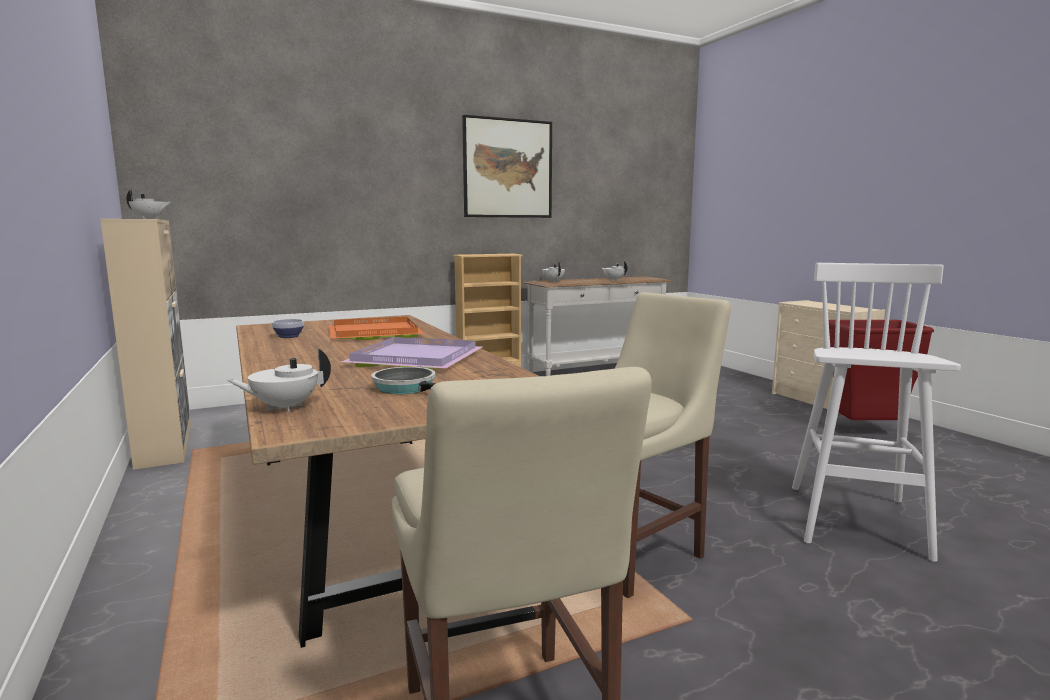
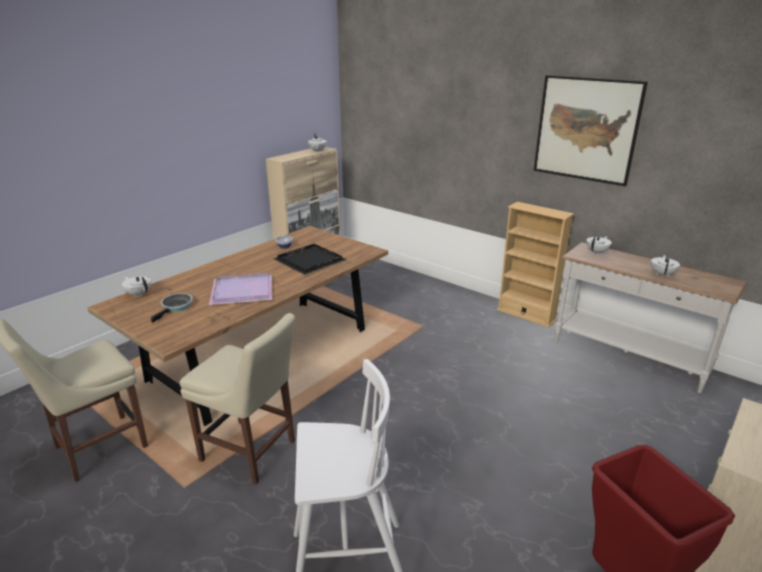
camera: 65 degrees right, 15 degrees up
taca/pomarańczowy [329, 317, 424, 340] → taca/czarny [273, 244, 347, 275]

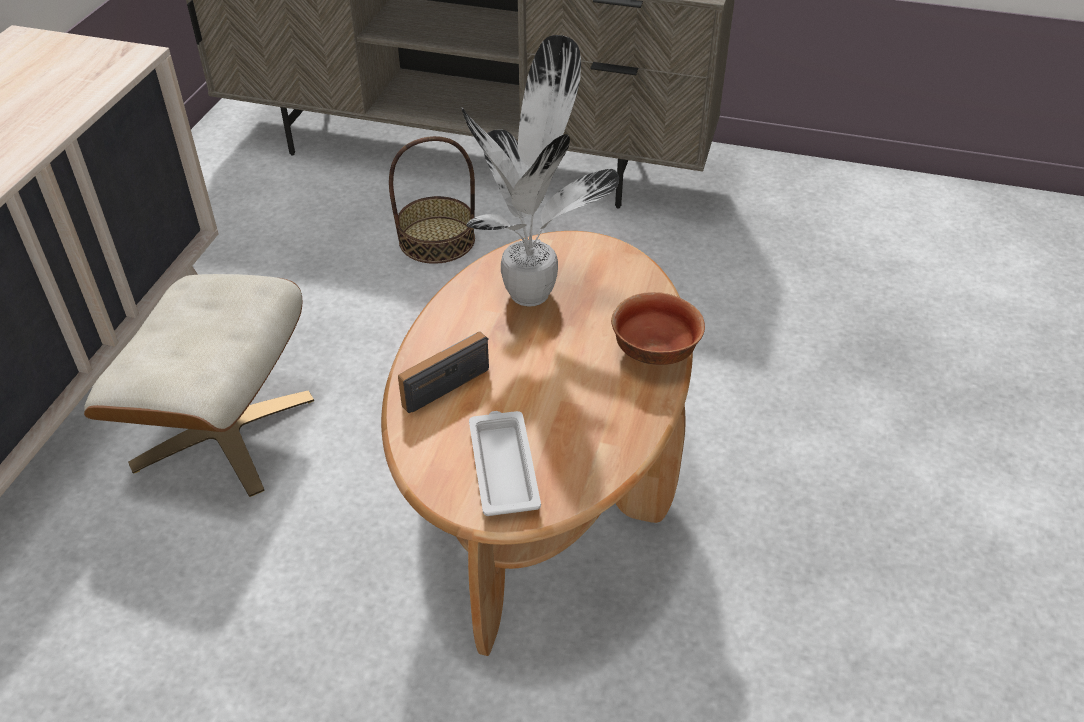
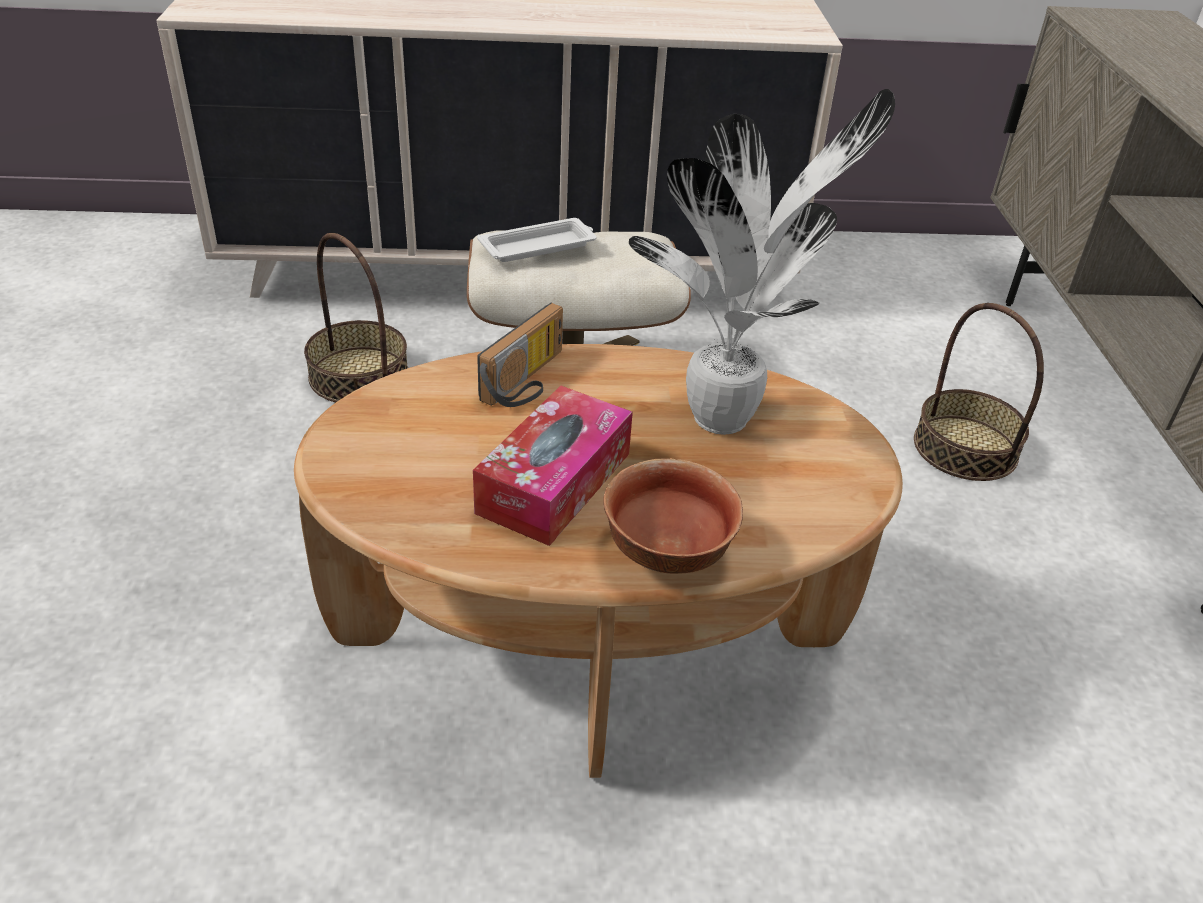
camera: 70 degrees right, 5 degrees down
radio [398, 332, 489, 413] → radio [477, 303, 563, 407], 90 degrees clockwise
taca/biały [469, 411, 541, 516] → taca/biały [477, 218, 596, 262], relocated
- → koszyk [304, 233, 408, 402]
- → pudełko chusteczek [473, 385, 633, 546]

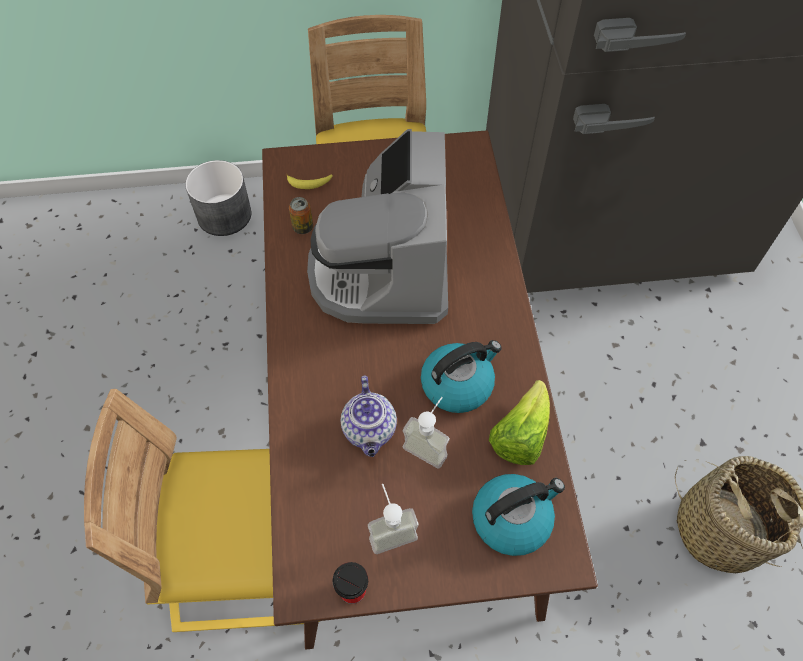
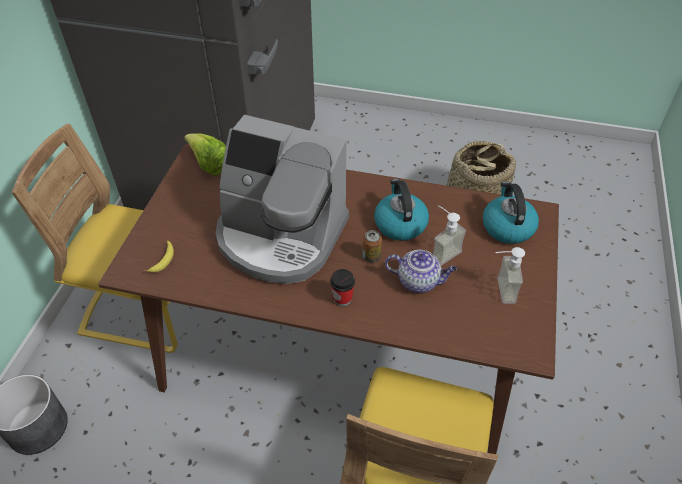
camera: 70 degrees left, 10 degrees down
puszka [289, 197, 313, 234] → puszka [362, 230, 382, 263], relocated
sałata [489, 380, 550, 465] → sałata [184, 133, 226, 176], relocated
filiżanka [333, 562, 368, 604] → filiżanka [330, 269, 355, 306], relocated

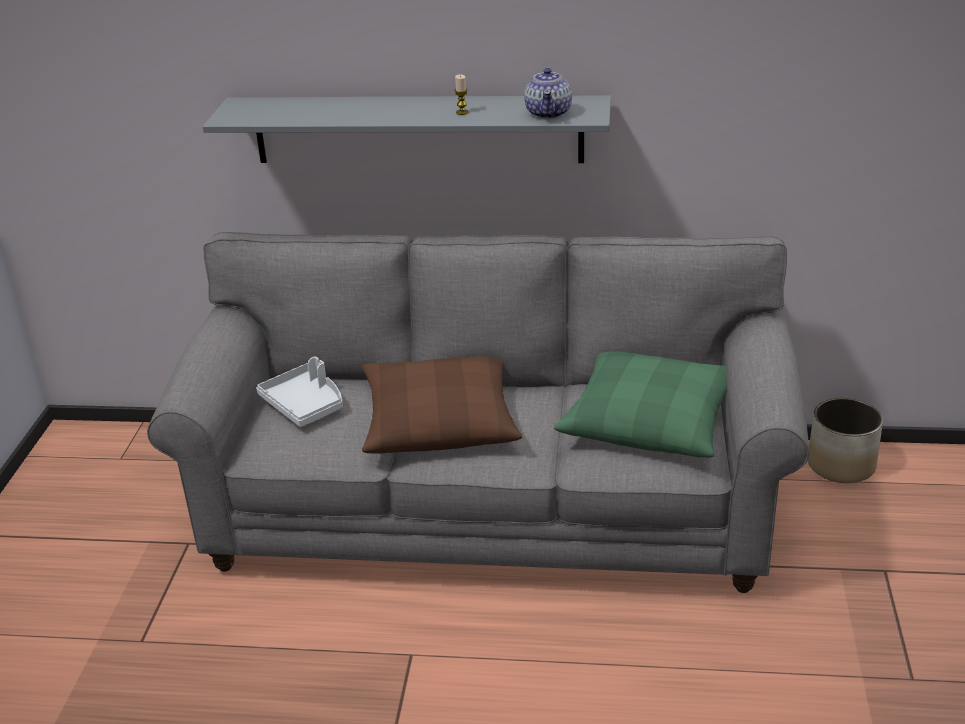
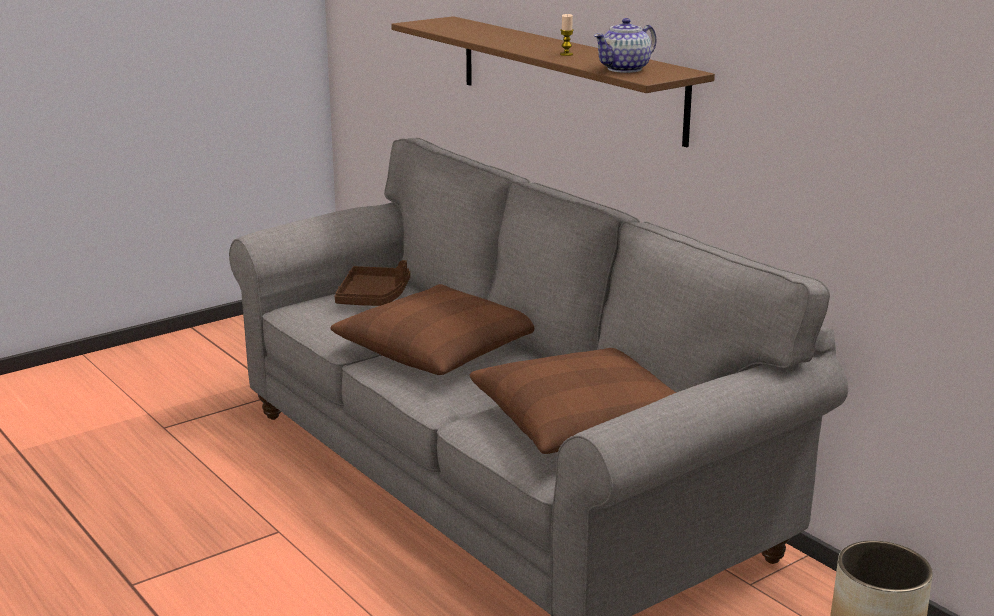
camera: 45 degrees right, 10 degrees down
półka/szary [203, 95, 611, 163] → półka/brązowy [391, 16, 715, 147]
poduszka/zielony [554, 351, 727, 458] → poduszka/brązowy [470, 348, 676, 454]
taca/biały [256, 357, 343, 427] → taca/brązowy [335, 260, 410, 306]

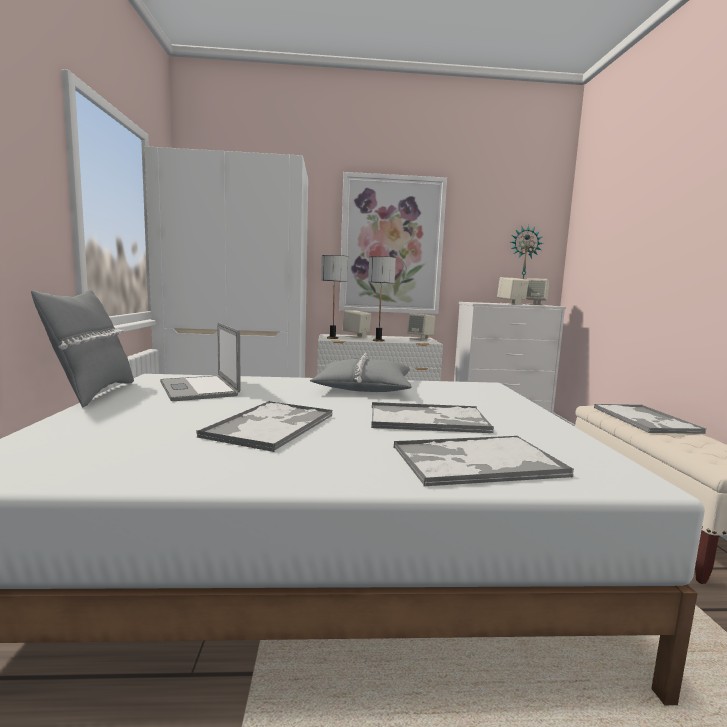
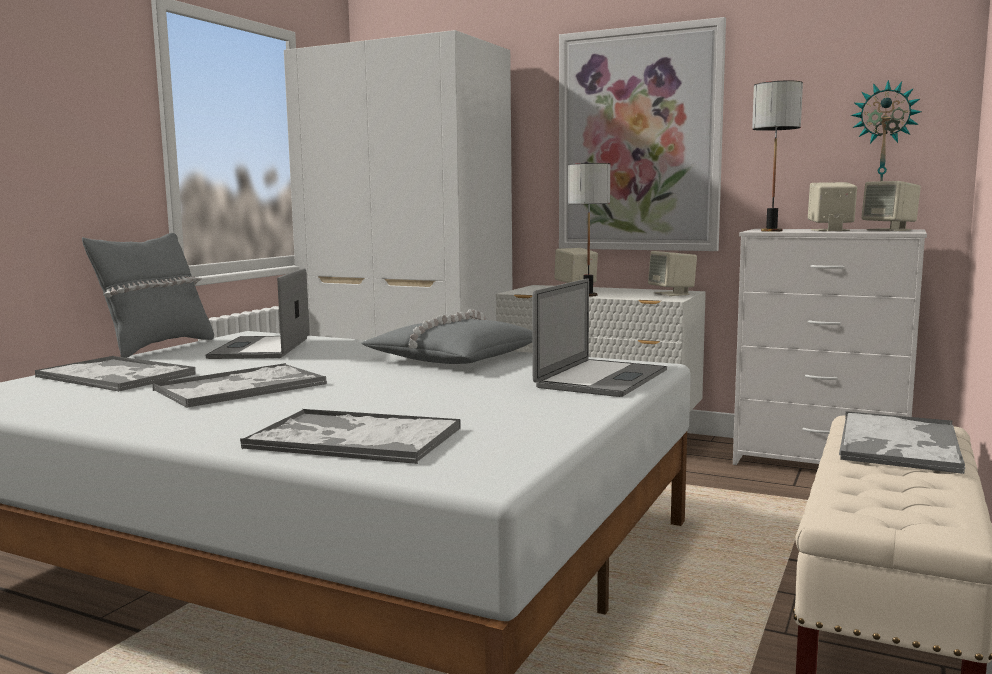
camera: 30 degrees right, 0 degrees up
lampa stołowa [321, 255, 348, 339] → lampa stołowa [752, 81, 803, 232], relocated
taca [371, 402, 494, 433] → taca [35, 356, 196, 392], relocated
- → laptop [532, 278, 667, 397]

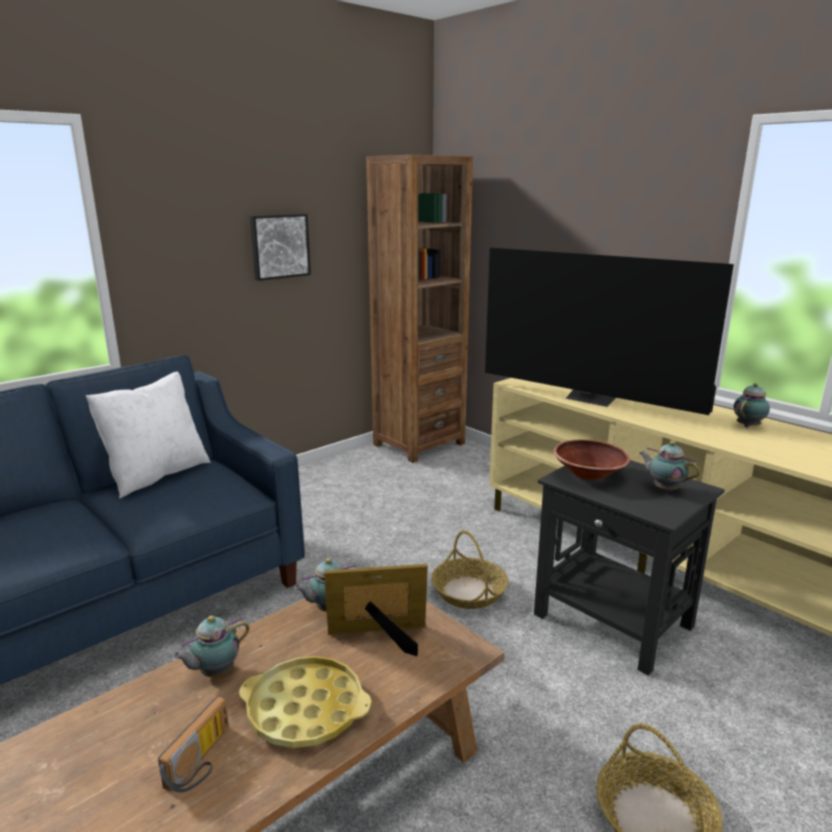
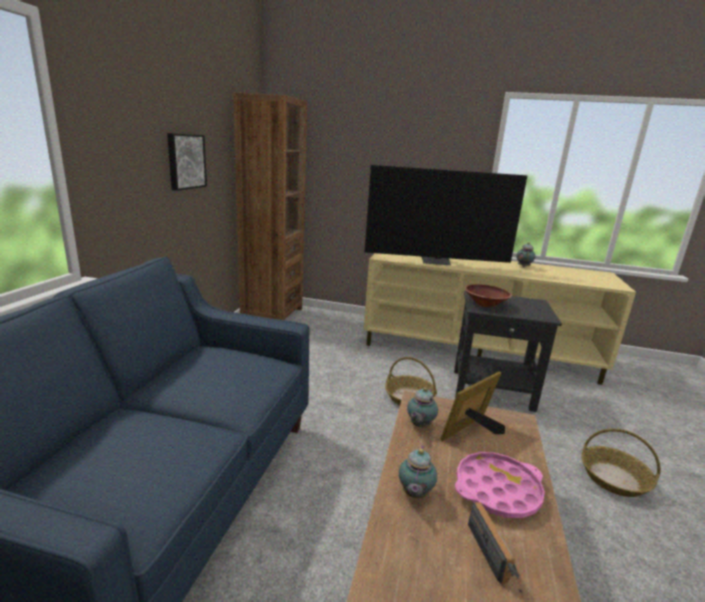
camera: 35 degrees left, 0 degrees up
poduszka/biały [86, 372, 210, 498] → -
imbryk [639, 441, 700, 491] → -
taca/żółty [239, 656, 372, 748] → taca/różowy [455, 452, 545, 518]

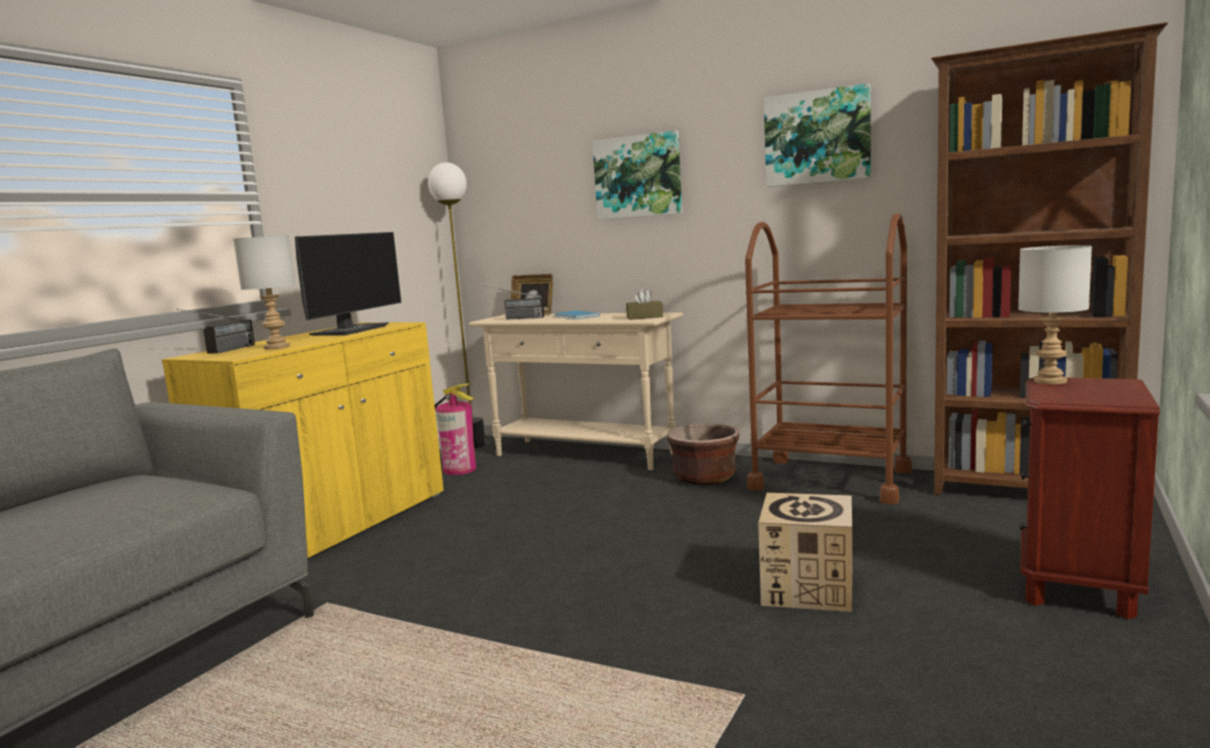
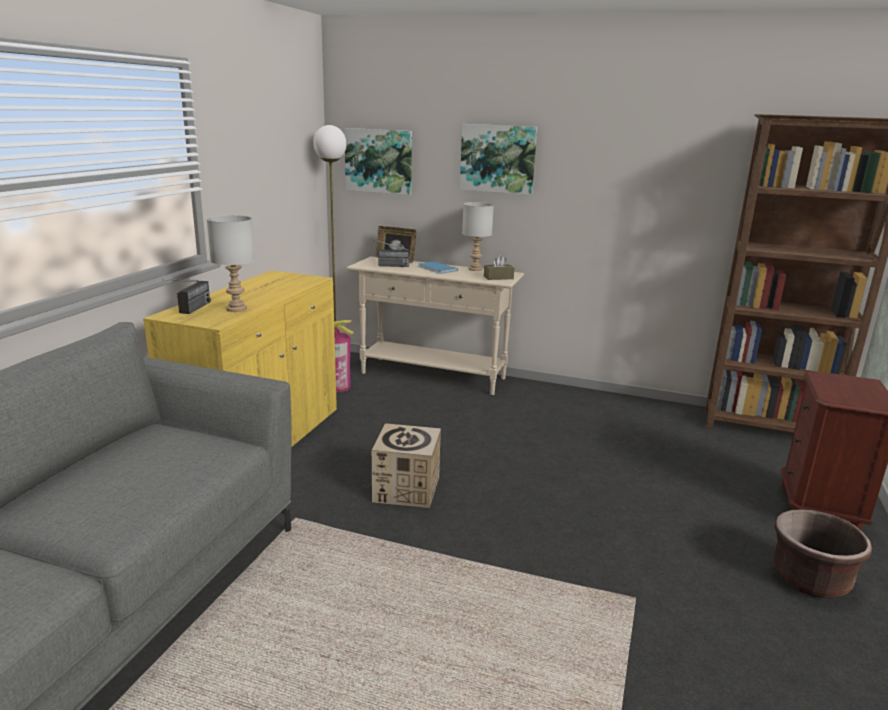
camera: 10 degrees left, 10 degrees up
obraz [764, 83, 871, 187] → obraz [344, 128, 412, 195], relocated
wózek/brązowy [745, 213, 912, 504] → -
monitor [295, 232, 401, 336] → -
lampa stołowa/szary [1018, 245, 1092, 385] → lampa stołowa/szary [462, 202, 494, 271], relocated
donica/brązowy [667, 424, 739, 485] → donica/brązowy [773, 509, 872, 598], relocated
karton [758, 493, 852, 612] → karton [372, 423, 441, 508], relocated

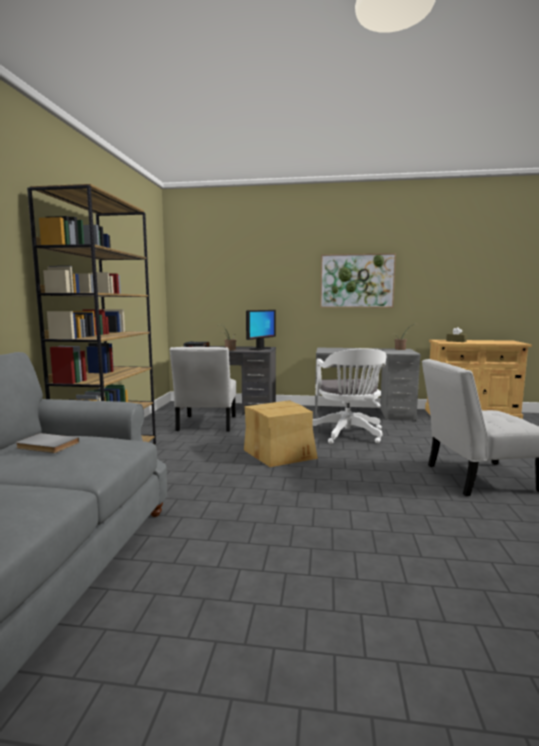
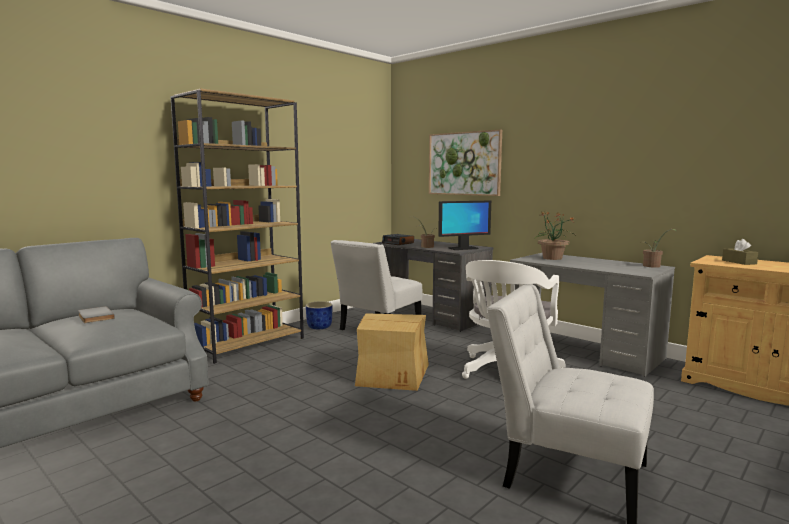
camera: 35 degrees right, 0 degrees up
obraz [320, 253, 396, 308] → obraz [429, 130, 502, 196], relocated
- → roślina doniczkowa [535, 211, 576, 260]
- → donica/niebieski [306, 301, 332, 329]

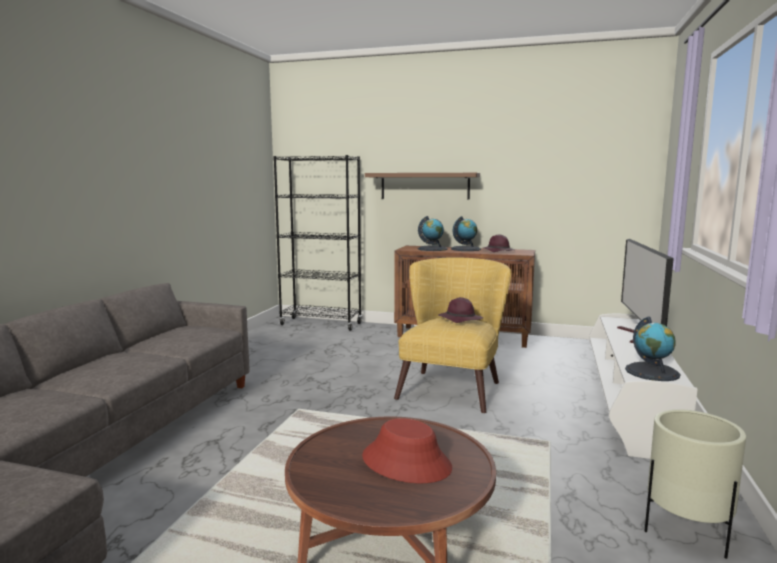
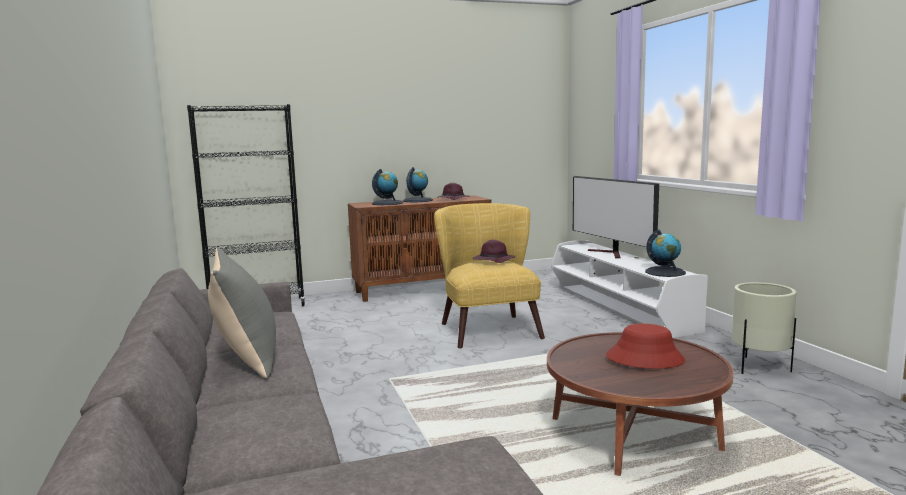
camera: 35 degrees left, 0 degrees up
półka/brązowy [365, 173, 480, 199] → -
- → poduszka/szary [208, 247, 276, 378]

